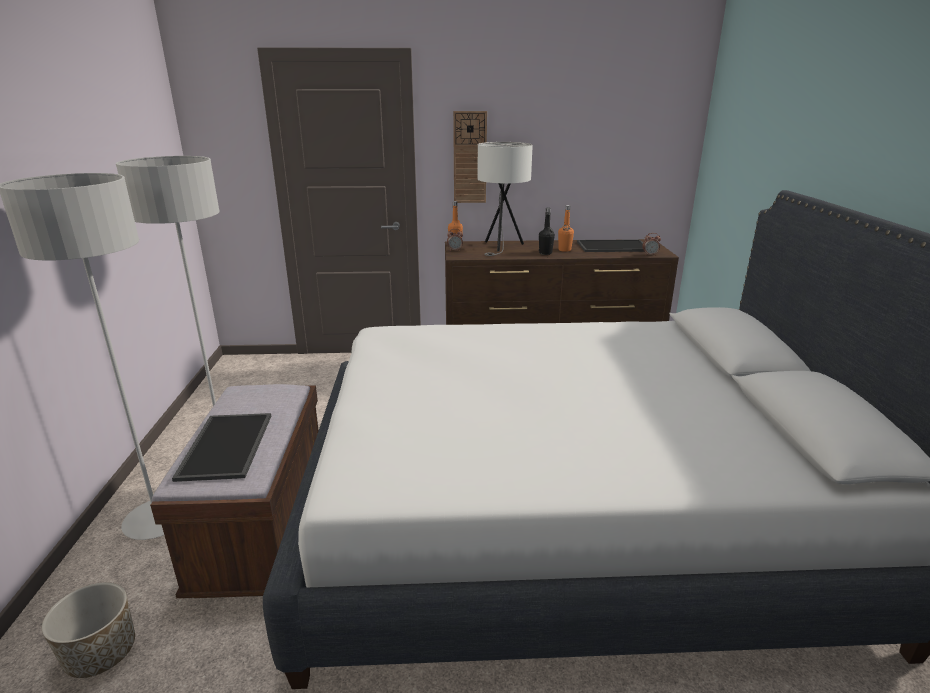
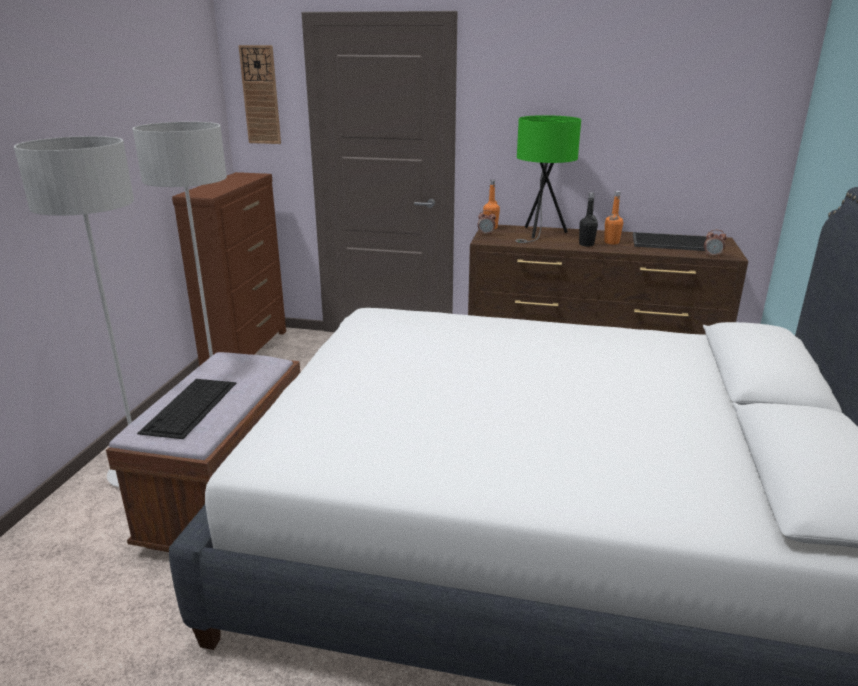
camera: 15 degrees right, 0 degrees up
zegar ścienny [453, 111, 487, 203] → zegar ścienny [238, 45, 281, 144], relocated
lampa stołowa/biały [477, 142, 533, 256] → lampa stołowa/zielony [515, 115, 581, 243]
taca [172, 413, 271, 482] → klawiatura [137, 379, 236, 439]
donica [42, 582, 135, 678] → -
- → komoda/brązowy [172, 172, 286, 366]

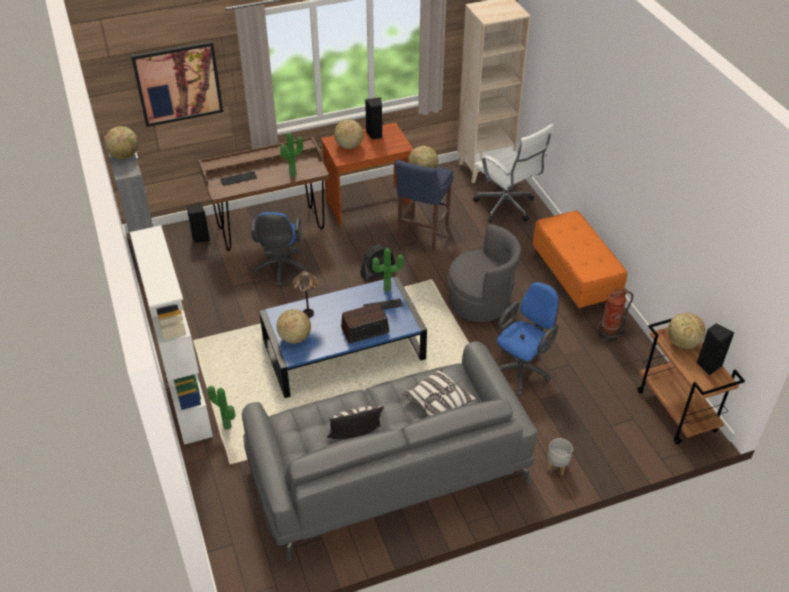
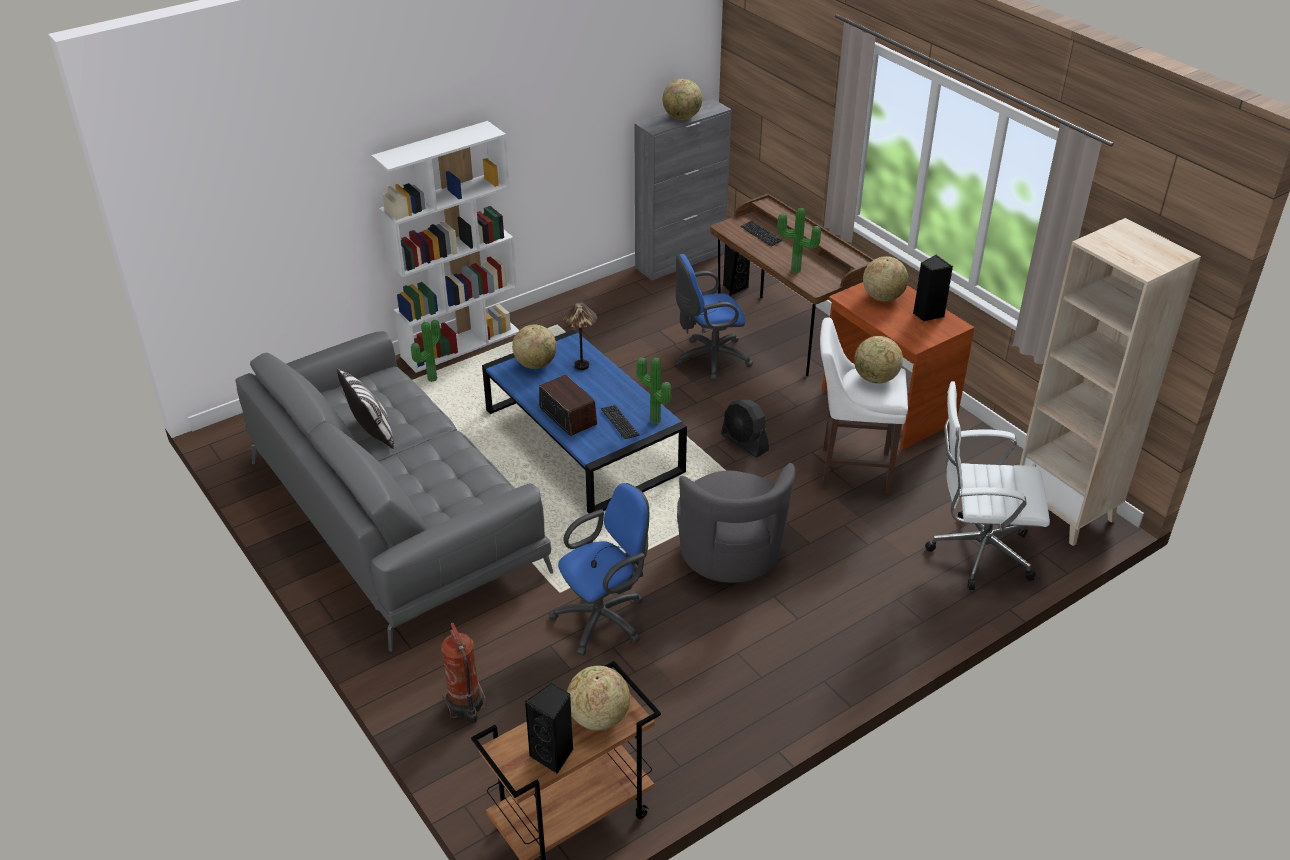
camera: 75 degrees right, 5 degrees down
obraz [131, 41, 223, 127] → -
krzesło biurowe/biały [473, 124, 553, 223] → krzesło biurowe/biały [925, 381, 1050, 590], 60 degrees clockwise
stołek/niebieski [395, 160, 454, 250] → stołek/biały [820, 317, 908, 494]
ławka/pomarańczowy [533, 211, 627, 317] → -
krzesło biurowe/niebieski [497, 282, 559, 396] → krzesło biurowe/niebieski [549, 483, 649, 656], 60 degrees counterclockwise
gaśnica [597, 288, 633, 342] → gaśnica [441, 623, 487, 724], relocated
poduszka [402, 368, 476, 417] → -
donica/szary [547, 438, 573, 475] → -

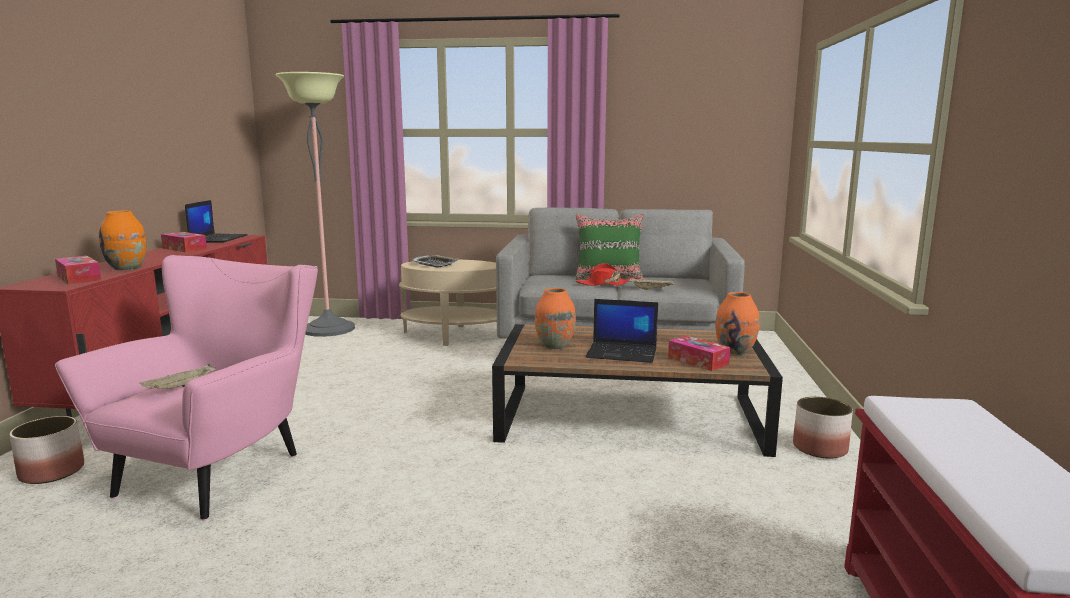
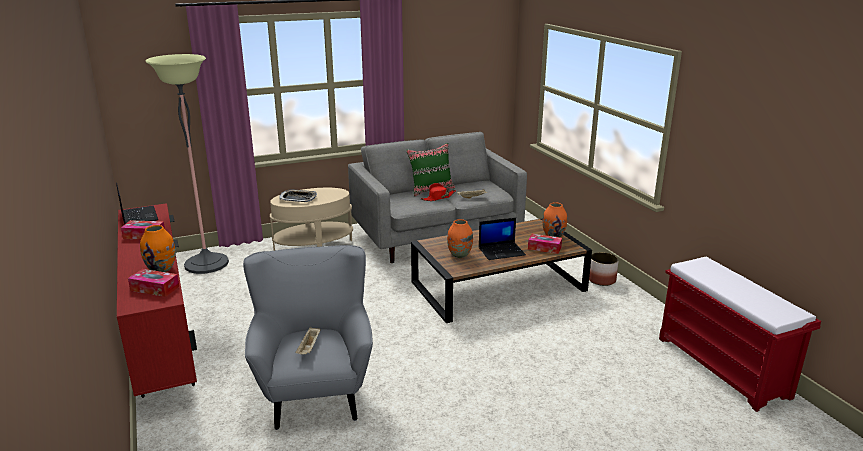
camera: 30 degrees left, 10 degrees up
fotel/różowy [55, 255, 318, 520] → fotel/szary [243, 245, 373, 430]
donica [9, 416, 84, 484] → -

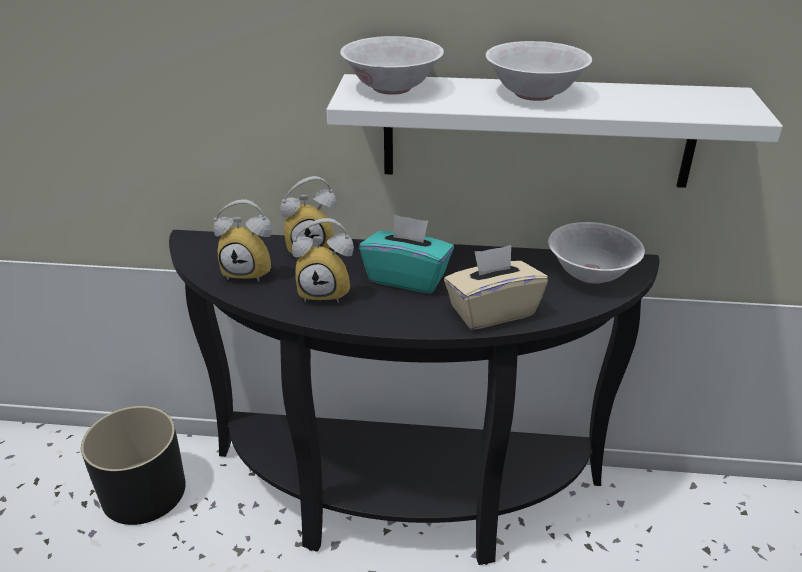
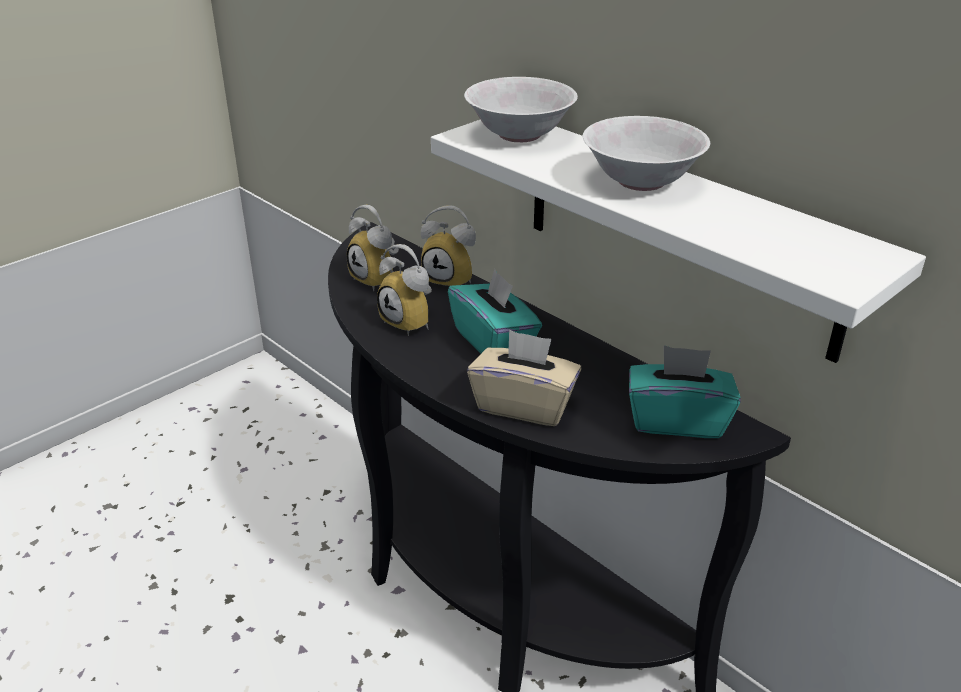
camera: 40 degrees right, 0 degrees up
miska/biały [548, 222, 645, 284] → pudełko chusteczek/turkusowy [629, 345, 741, 438]
donica/czarny [81, 406, 186, 525] → -

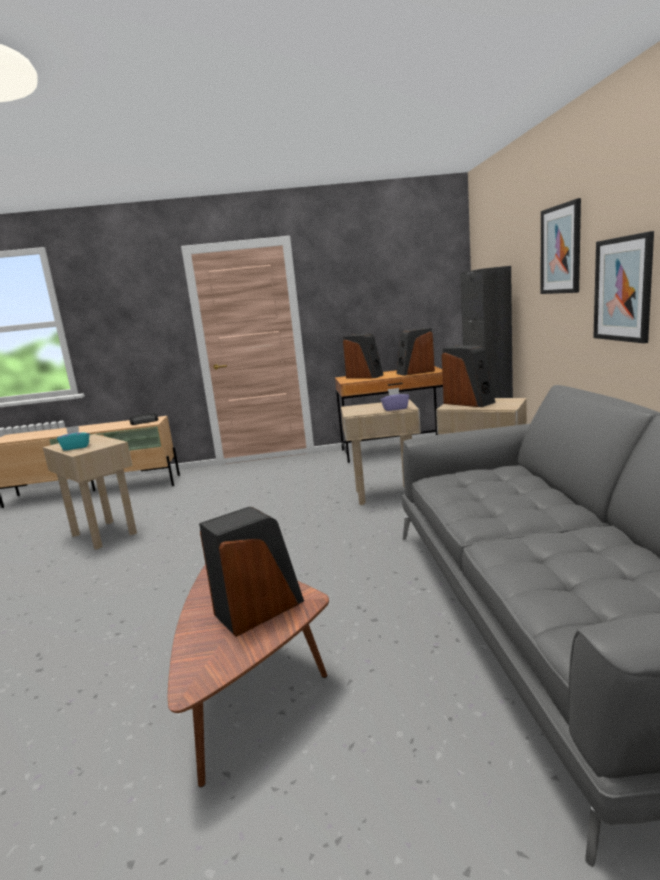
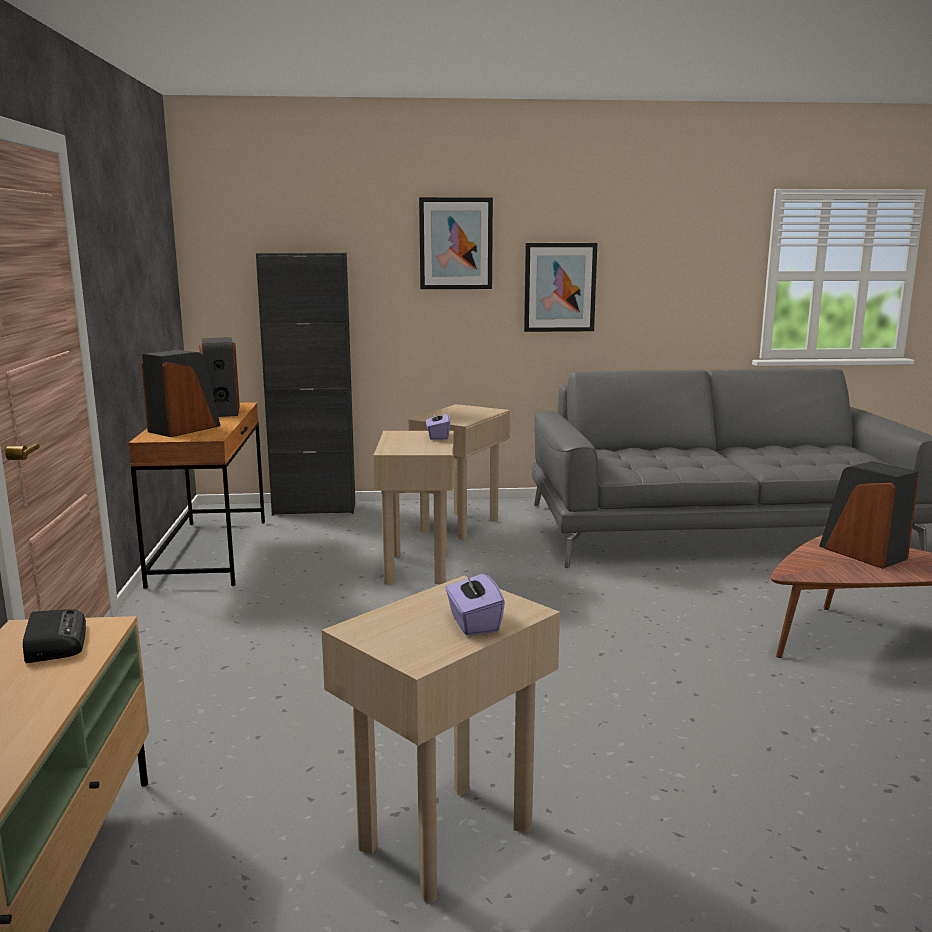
camera: 90 degrees left, 0 degrees up
głośnik [442, 345, 495, 407] → -
pudełko chusteczek/turkusowy [57, 425, 90, 451] → pudełko chusteczek/fioletowy [445, 571, 505, 636]

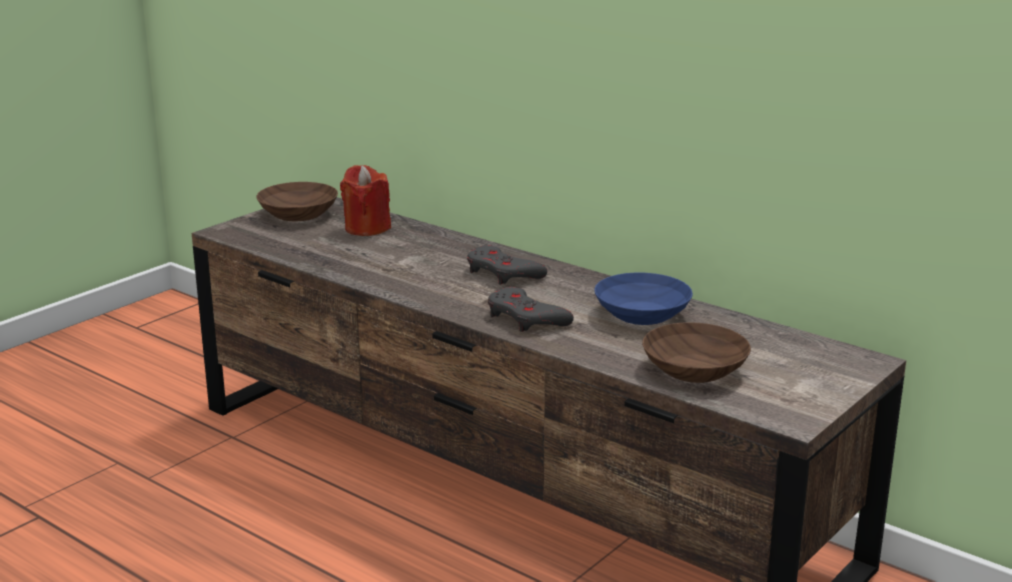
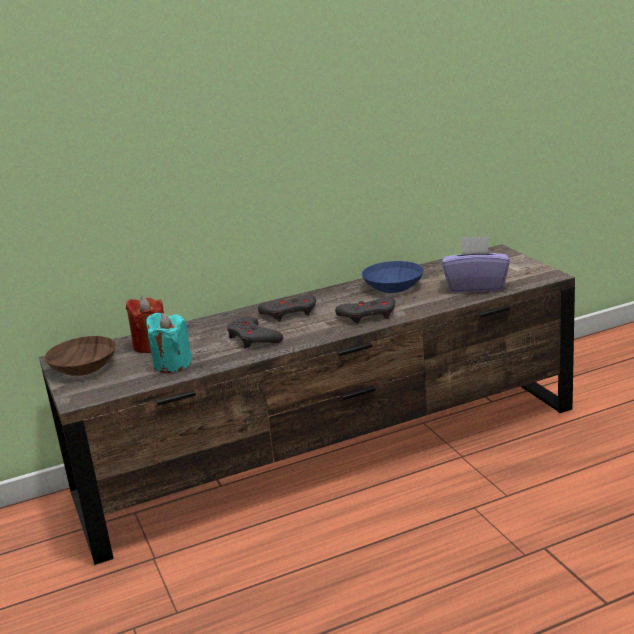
camera: 60 degrees left, 0 degrees up
miska/brązowy [642, 322, 751, 383] → pudełko chusteczek/fioletowy [442, 236, 510, 293]
- → świeca/turkusowy [146, 313, 192, 373]
- → pad do gier/szary [227, 317, 283, 348]

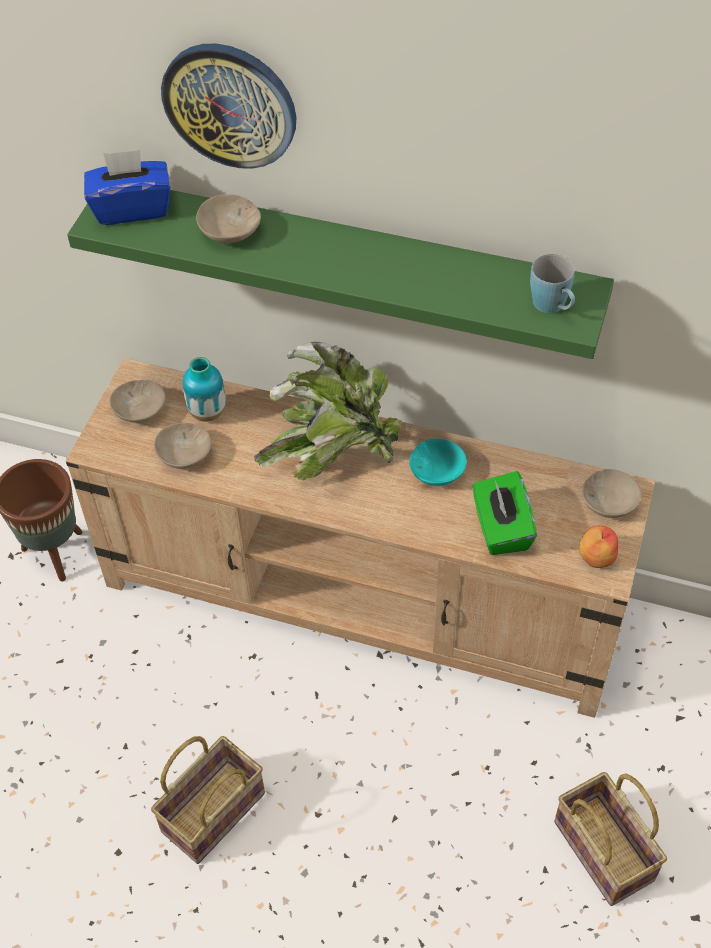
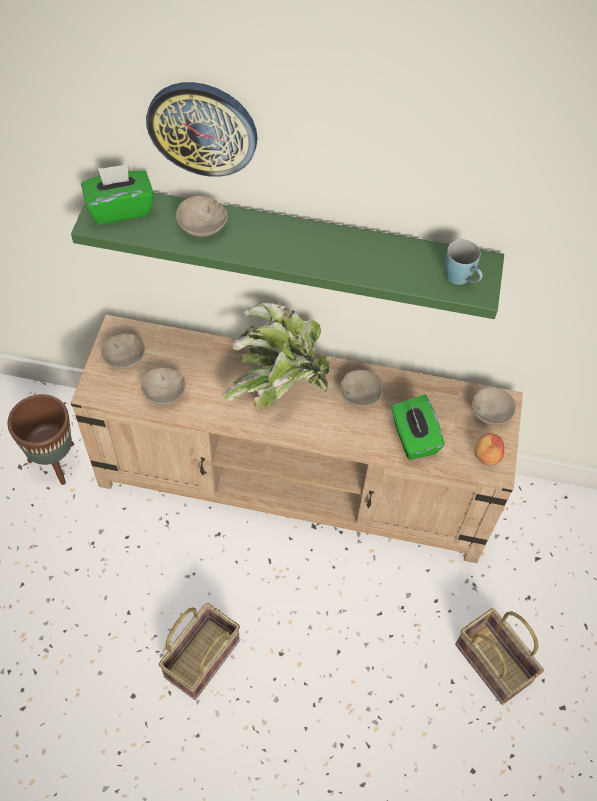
camera: 10 degrees left, 5 degrees up
pudełko chusteczek/niebieski [84, 150, 171, 225] → pudełko chusteczek/zielony [81, 164, 154, 225]
wazon [183, 357, 226, 422] → -
miska/turkusowy [409, 438, 467, 486] → miska/beżowy [340, 370, 384, 407]

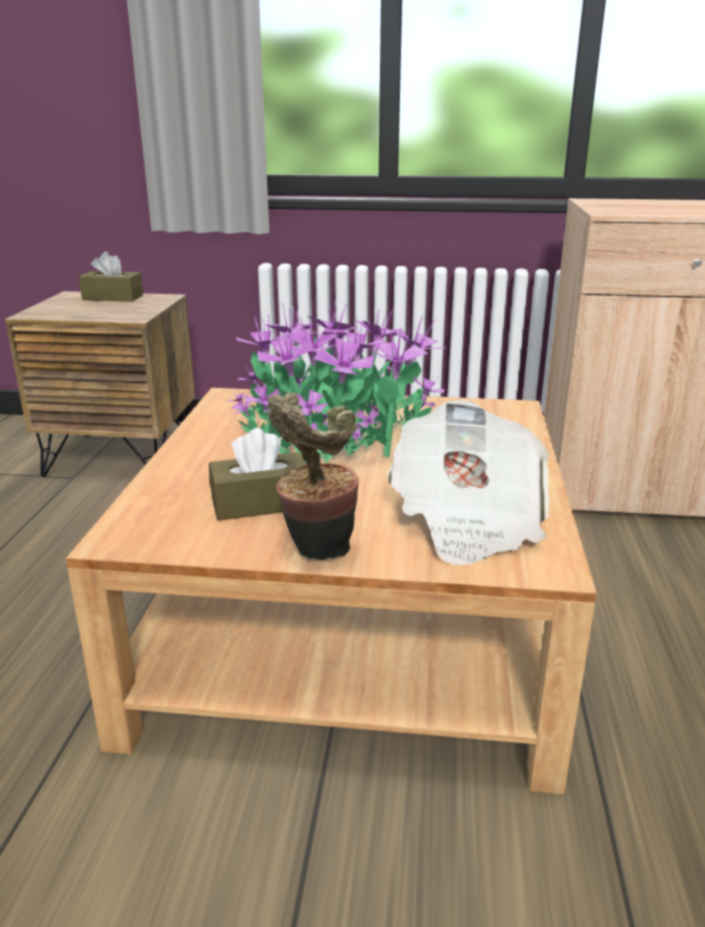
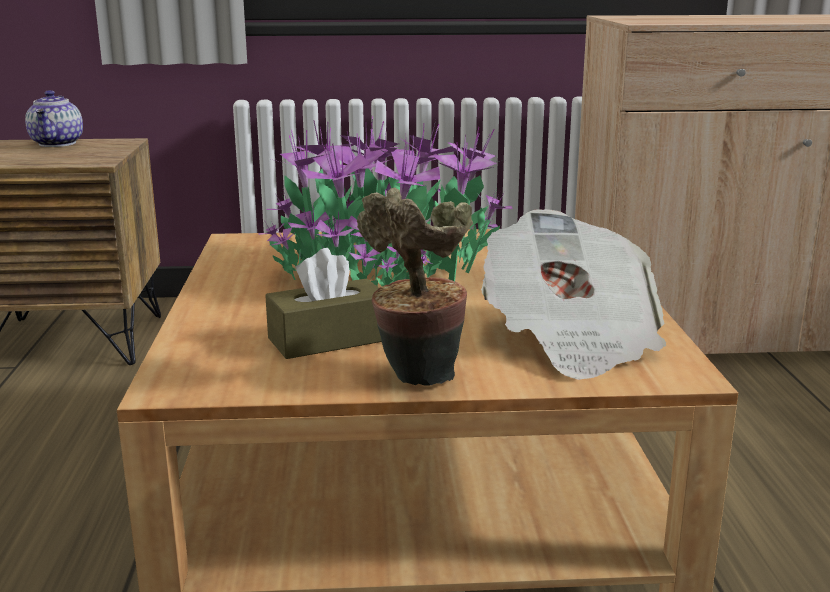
camera: 10 degrees left, 5 degrees down
pudełko chusteczek/brązowy [79, 252, 143, 302] → imbryk [25, 90, 83, 147]

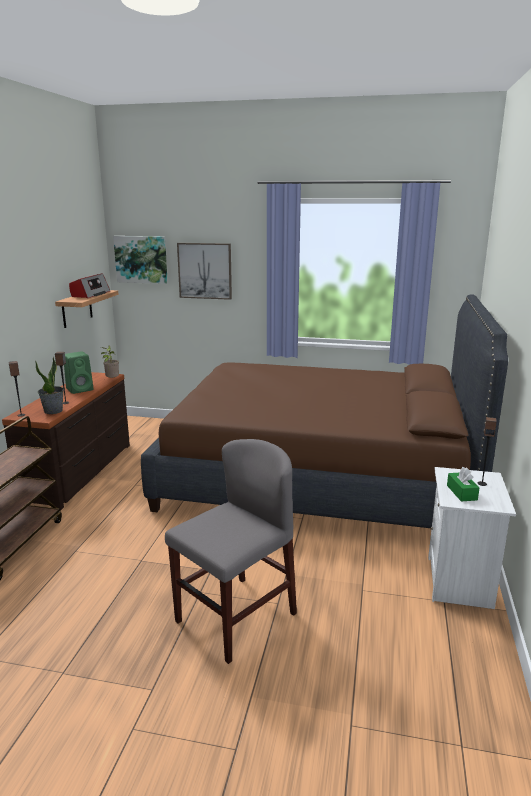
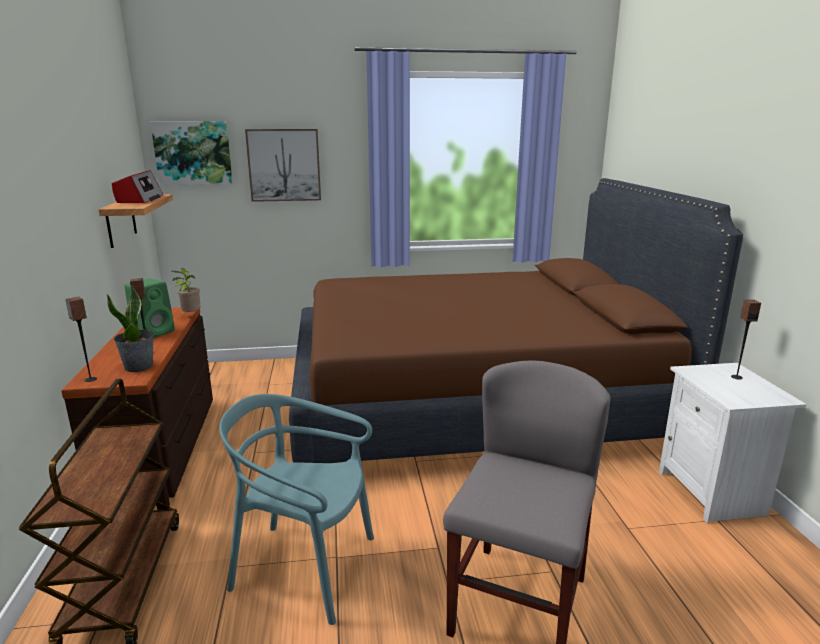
camera: 20 degrees left, 0 degrees up
pudełko chusteczek/zielony [447, 467, 479, 501] → -
- → krzesło/turkusowy [219, 394, 374, 625]

